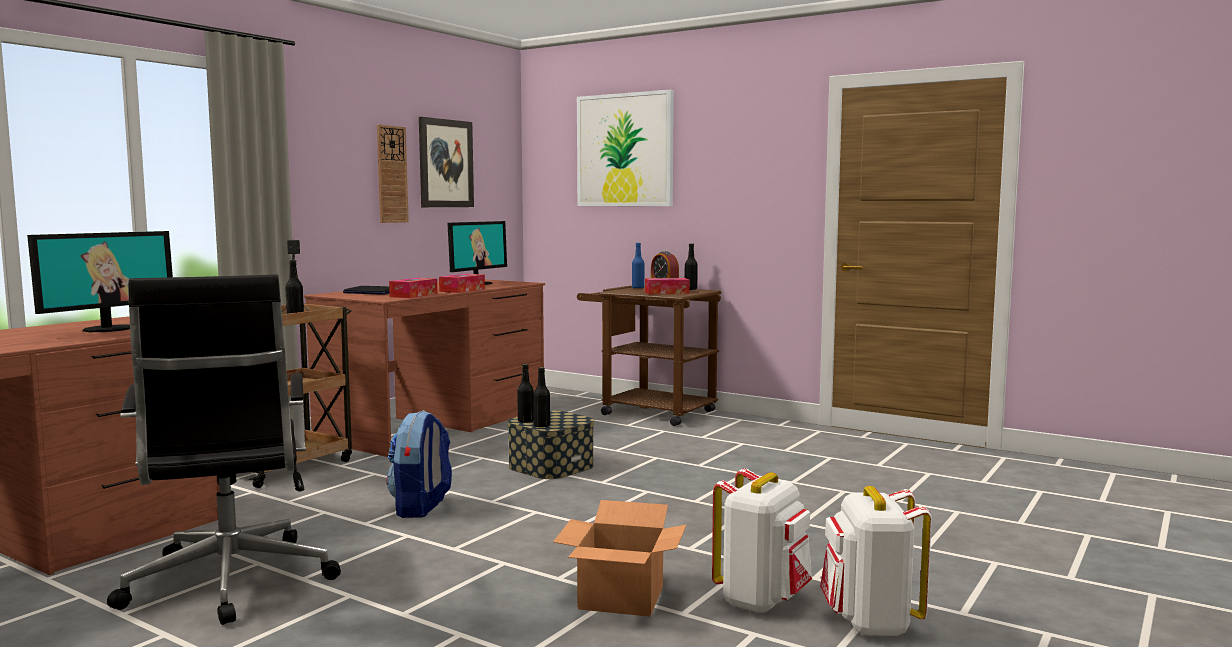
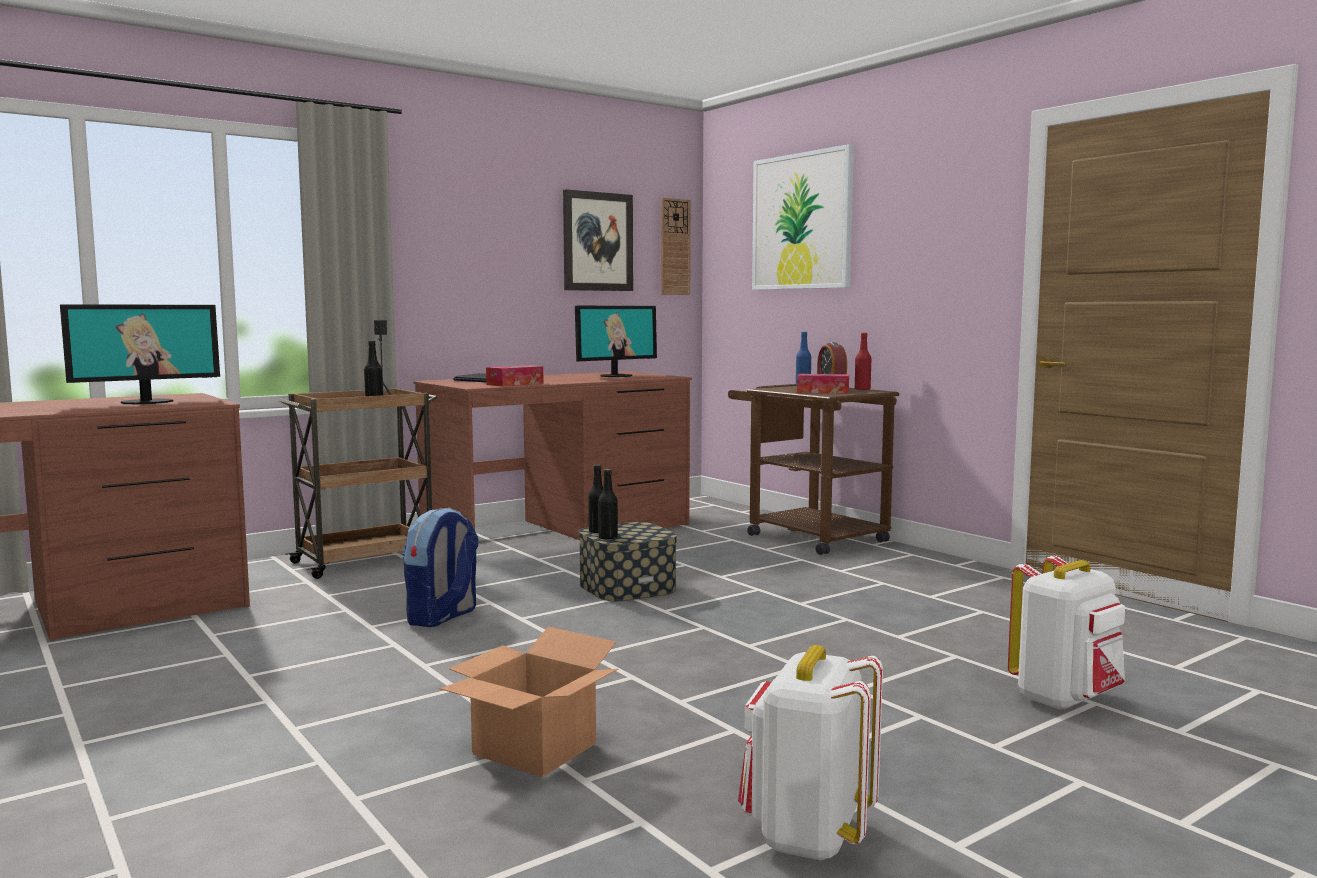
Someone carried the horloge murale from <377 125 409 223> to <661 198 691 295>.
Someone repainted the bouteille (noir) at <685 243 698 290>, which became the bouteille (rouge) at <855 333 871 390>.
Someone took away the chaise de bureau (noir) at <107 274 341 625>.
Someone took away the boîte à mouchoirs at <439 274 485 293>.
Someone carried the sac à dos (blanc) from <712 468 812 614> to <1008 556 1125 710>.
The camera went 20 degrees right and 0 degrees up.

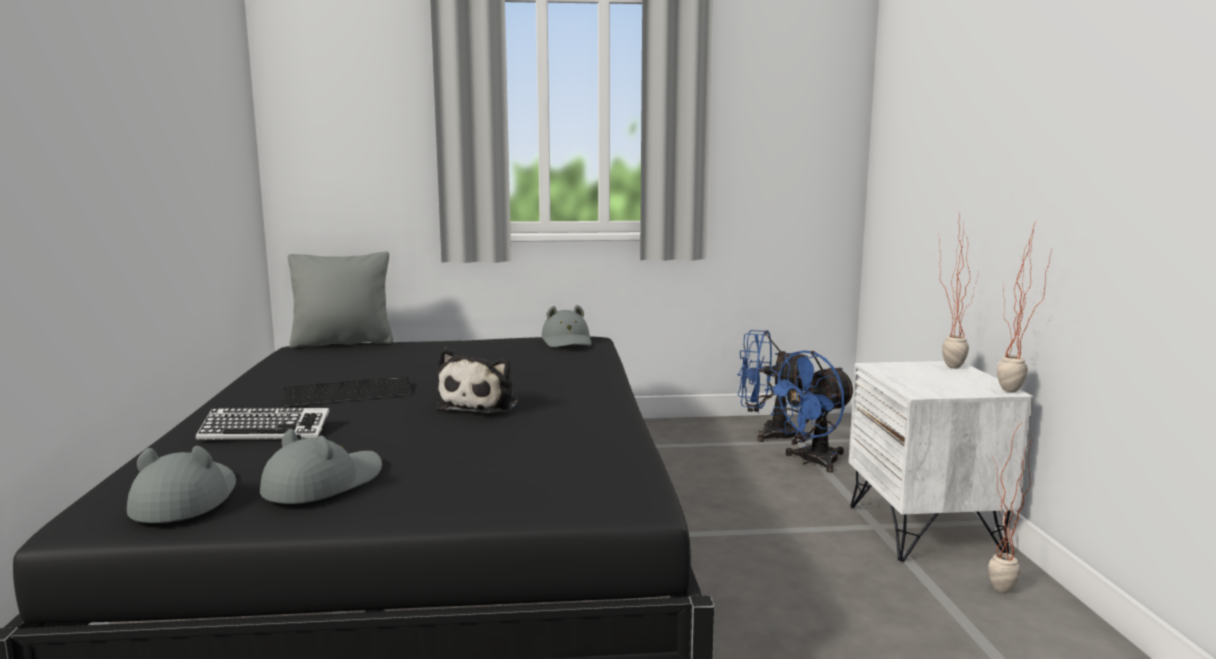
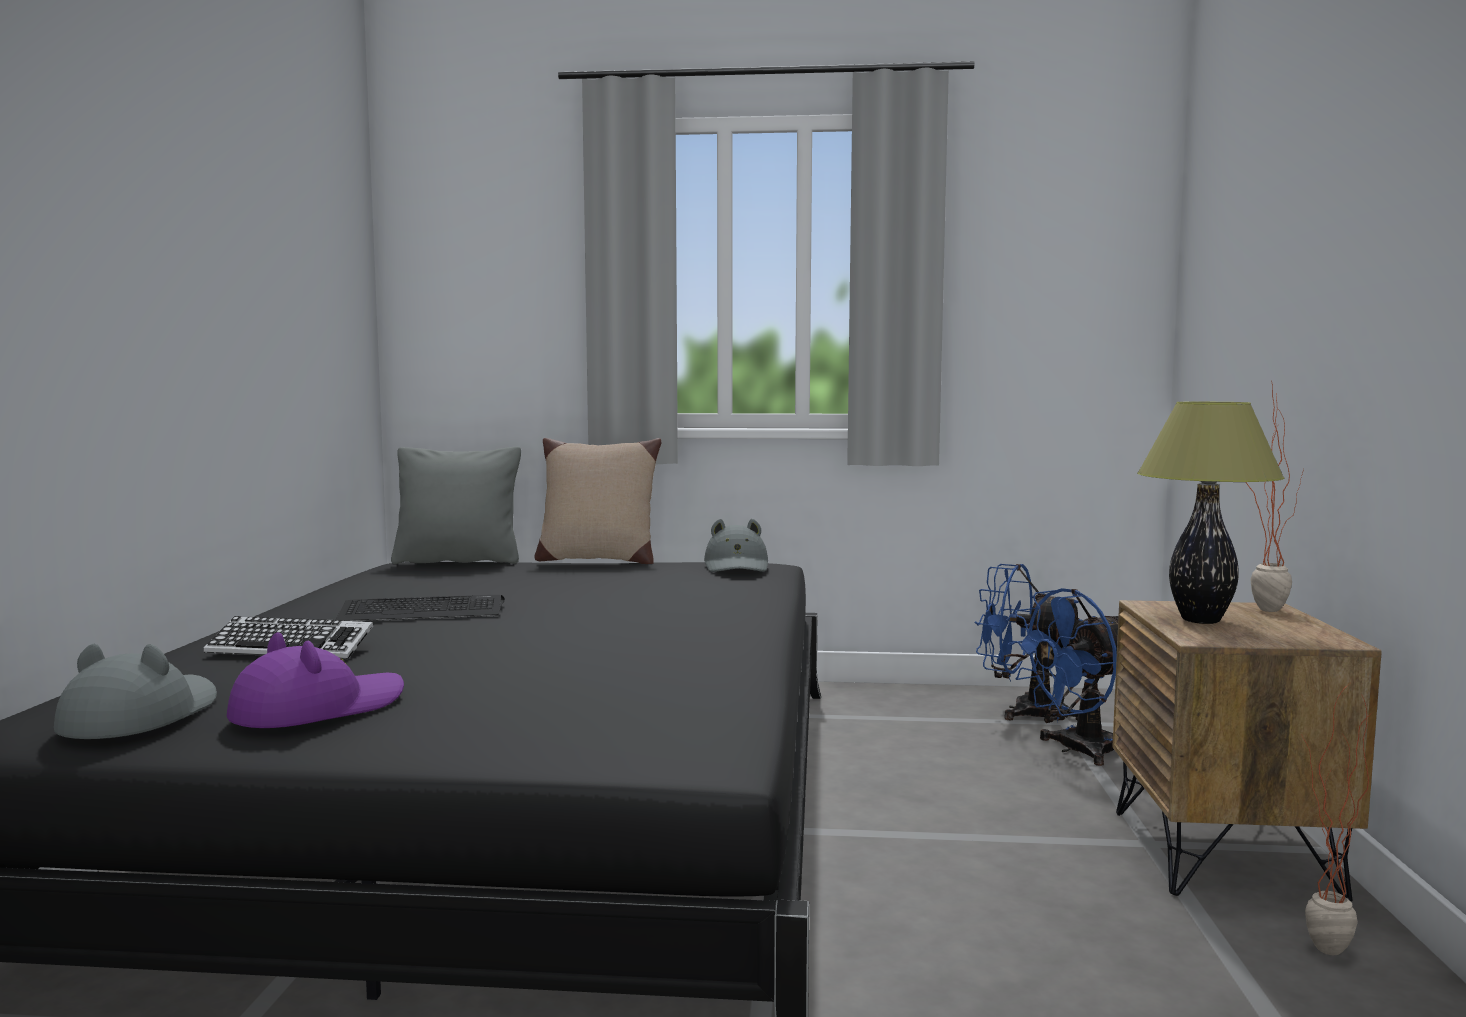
Someone took away the plante en pot at <997 223 1052 392>.
Someone took away the peluche at <436 347 518 414>.
Someone repainted the table de chevet (blanc) at <849 361 1033 562>, which became the table de chevet (marron) at <1112 600 1382 901>.
Someone repainted the chapeau (gris) at <260 429 382 504>, which became the chapeau (violet) at <227 632 404 728>.
Someone put down the lampe de table at <1137 402 1284 624>.
Someone put down the coussin (beige) at <534 438 661 564>.
The camera went 10 degrees right and 5 degrees down.

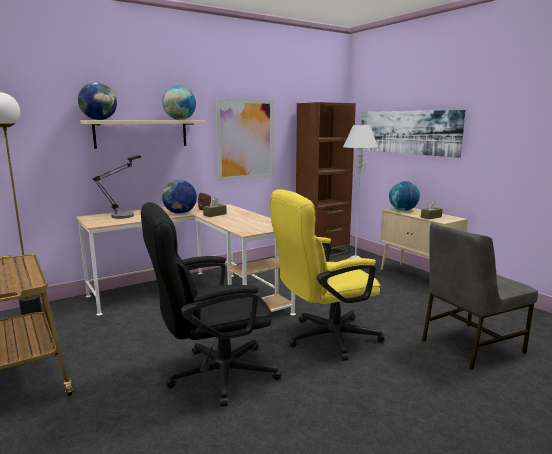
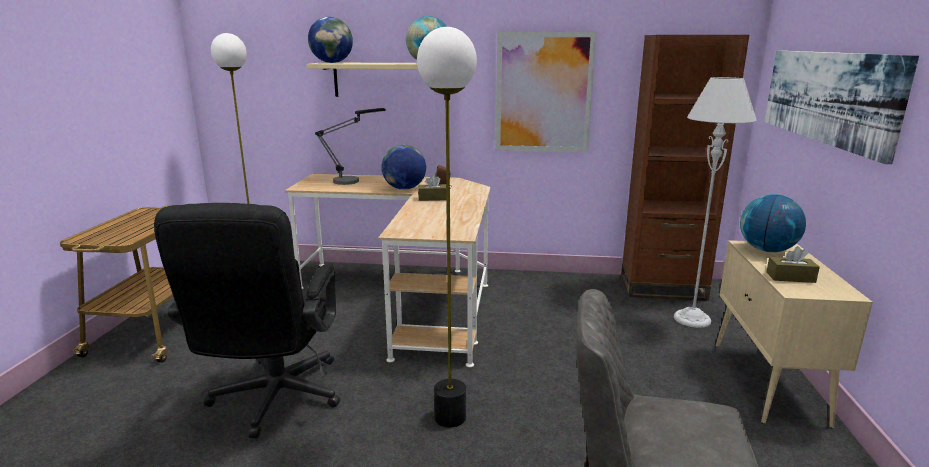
Someone swapped the chaise de bureau (jaune) at <270 189 385 361> for the lampadaire at <417 27 477 427>.
Someone rotated the chaise de bureau (noir) at <141 202 282 407> by 105 degrees counterclockwise.
The camera went 40 degrees right and 5 degrees up.

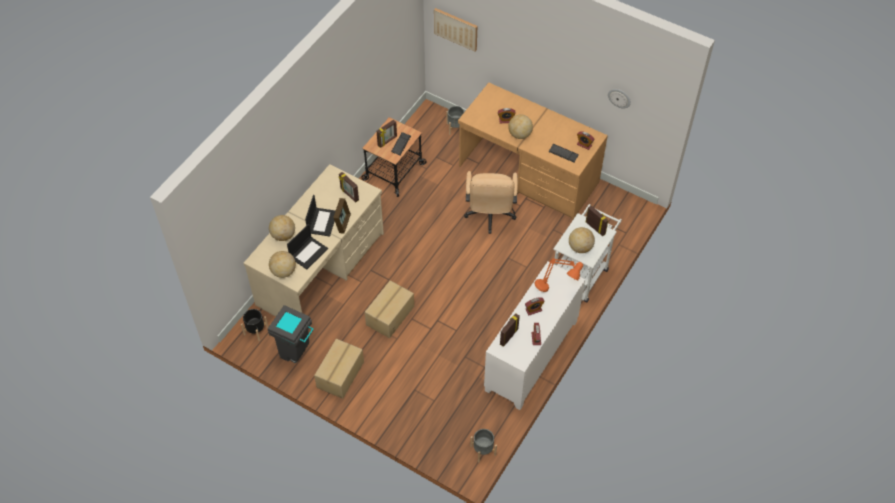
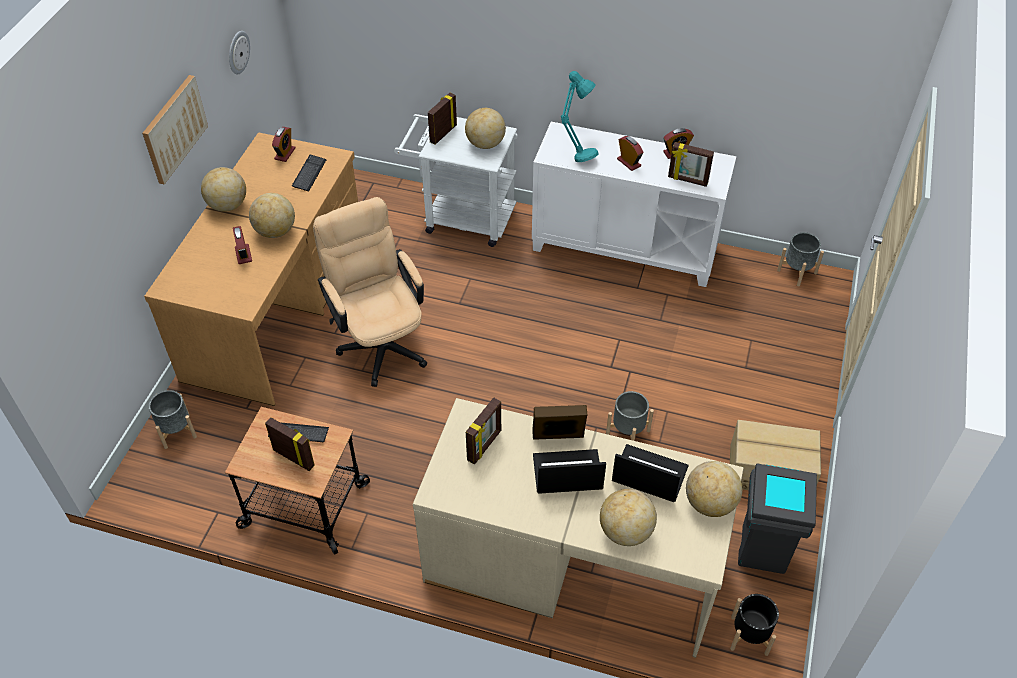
Someone carried the tableau from <434 8 477 51> to <142 75 208 185>.
Someone rotated the chaise de bureau (beige) at <464 171 518 234> by 105 degrees counterclockwise.
Someone repainted the lampe de table (orange) at <534 258 583 292>, which became the lampe de table (turquoise) at <561 71 599 162>.
Someone swapped the carton at <365 280 414 338> for the cache-pot (gris) at <606 391 654 441>.
Someone put down the globe at <201 167 246 212>.
The camera went 105 degrees left and 5 degrees down.

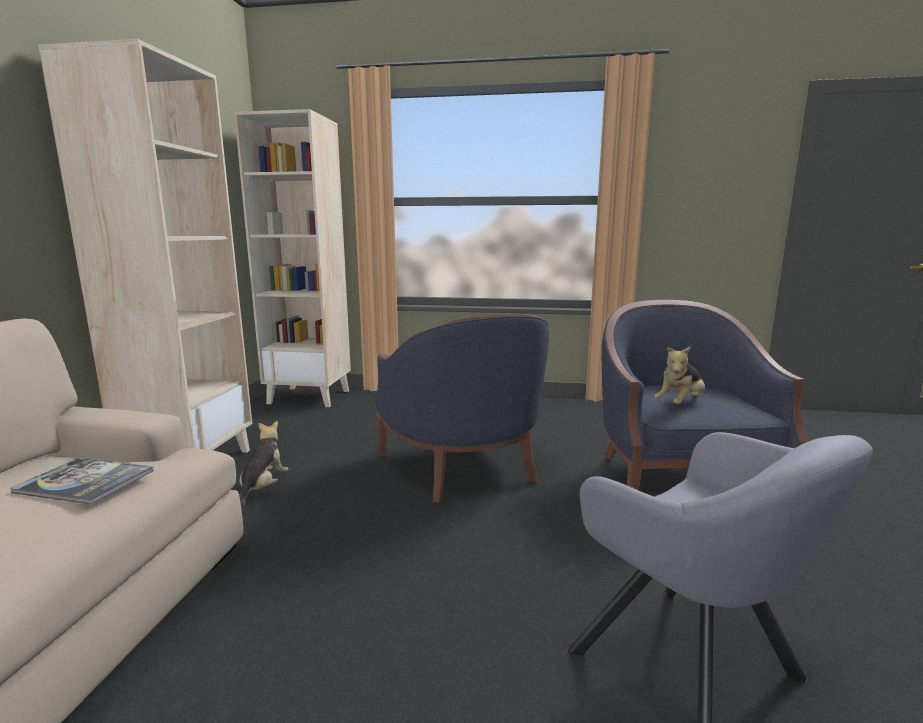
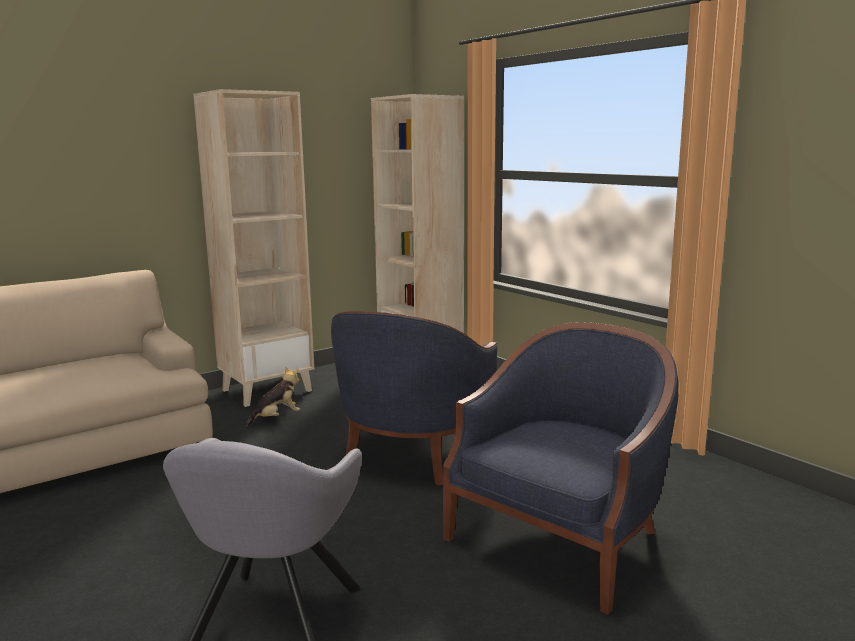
Someone took away the peluche at <654 346 705 405>.
Someone took away the livre at <10 458 154 504>.
The camera went 45 degrees right and 0 degrees up.

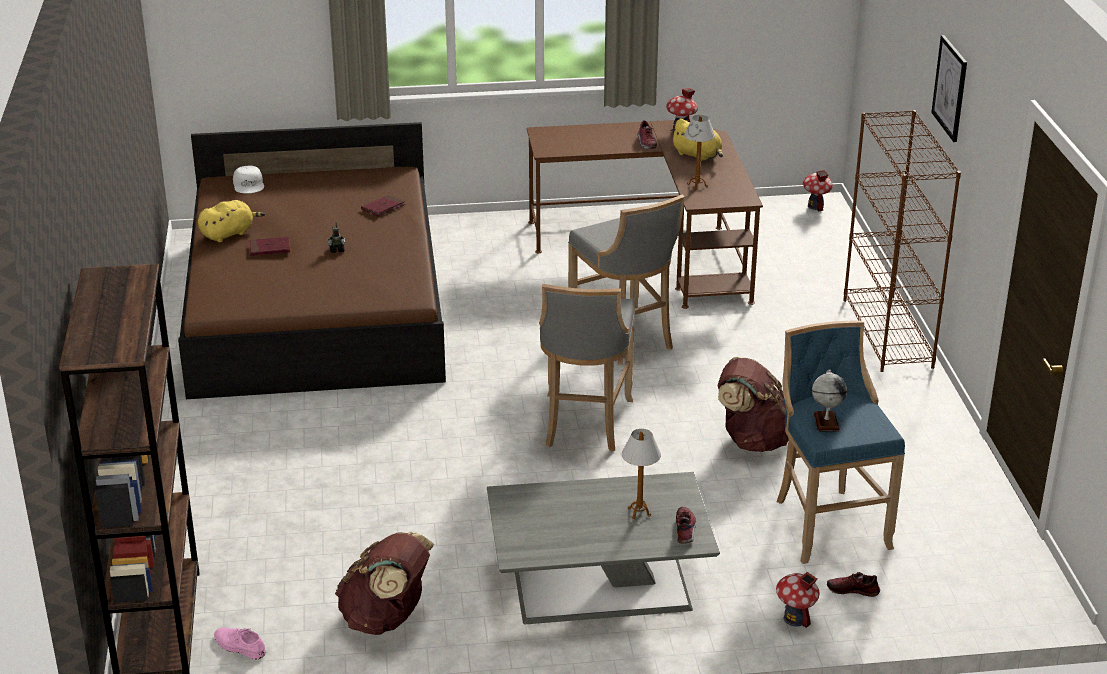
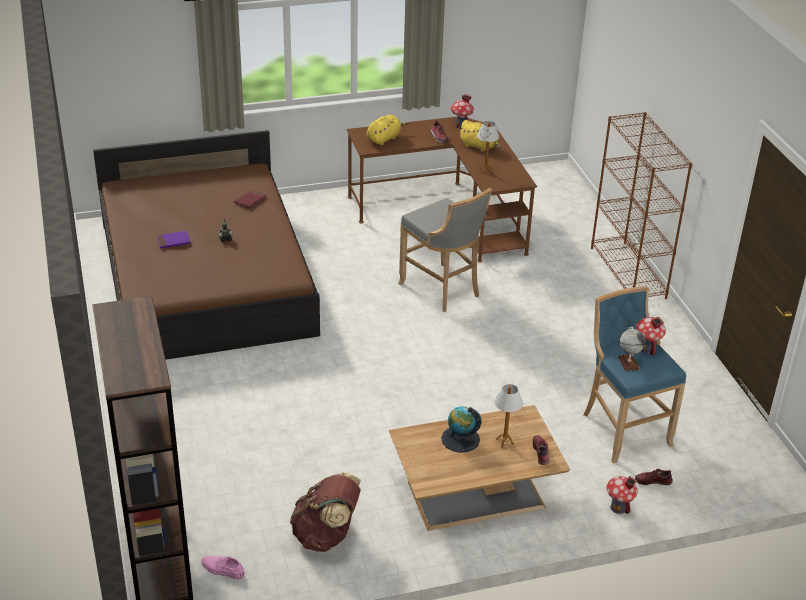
Someone took away the tableau at <931 35 967 142>.
Someone took away the casquette (blanc) at <233 166 264 193>.
Someone carried the maison miniature from <803 170 833 211> to <636 317 666 355>.
Someone carried the peluche (jaune) from <198 200 265 242> to <367 115 408 145>.
Someone repainted the livre (rouge) at <250 236 290 256>, which became the livre (violet) at <158 231 190 249>.
Someone took away the tabouret (gris) at <539 284 635 452>.
Someone took away the sac à dos (marron) at <717 357 789 452>.
Someone repainted the table basse (gris) at <487 472 720 624>, which became the table basse (marron) at <389 405 570 531>.
Someone put down the globe at <441 406 481 453>.
The camera went 10 degrees left and 5 degrees up.

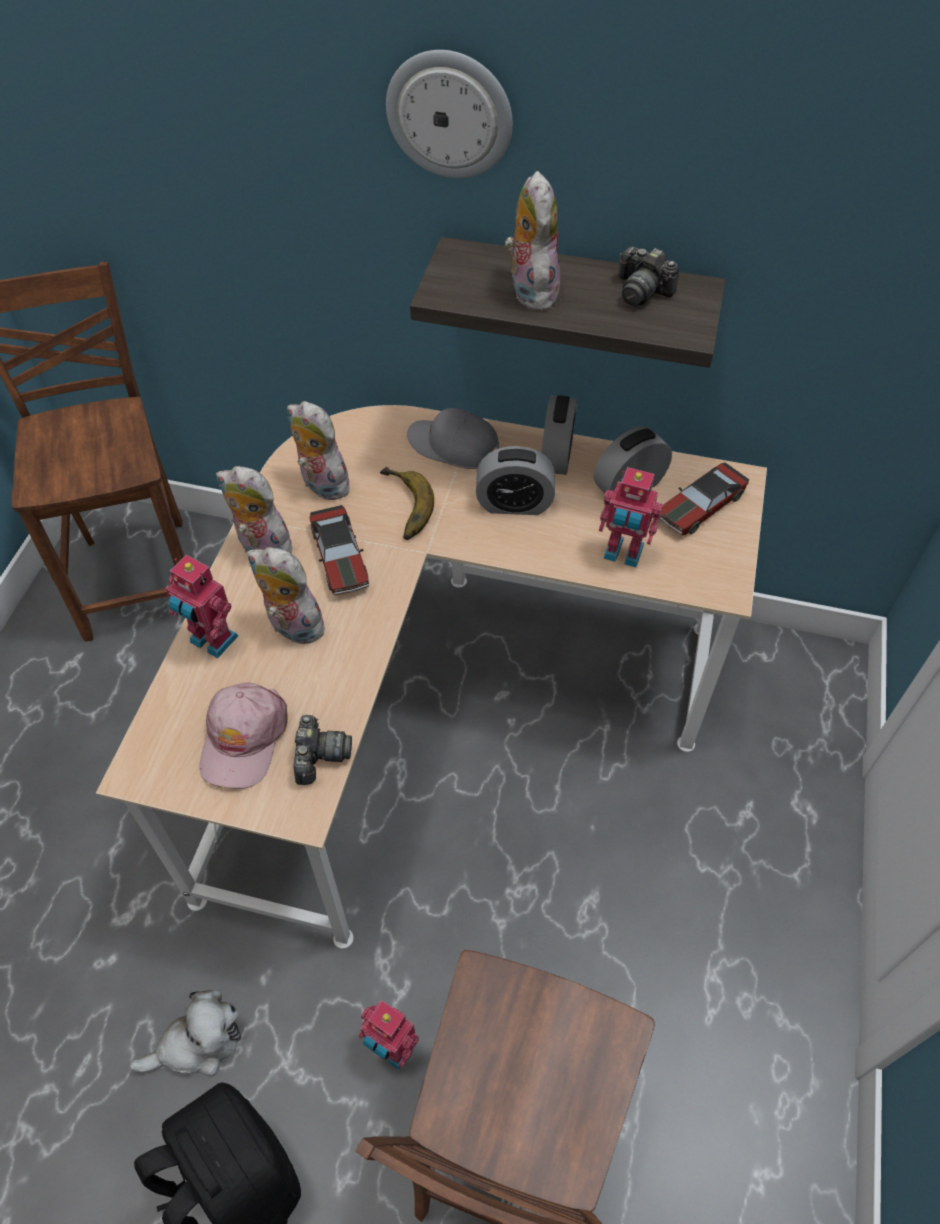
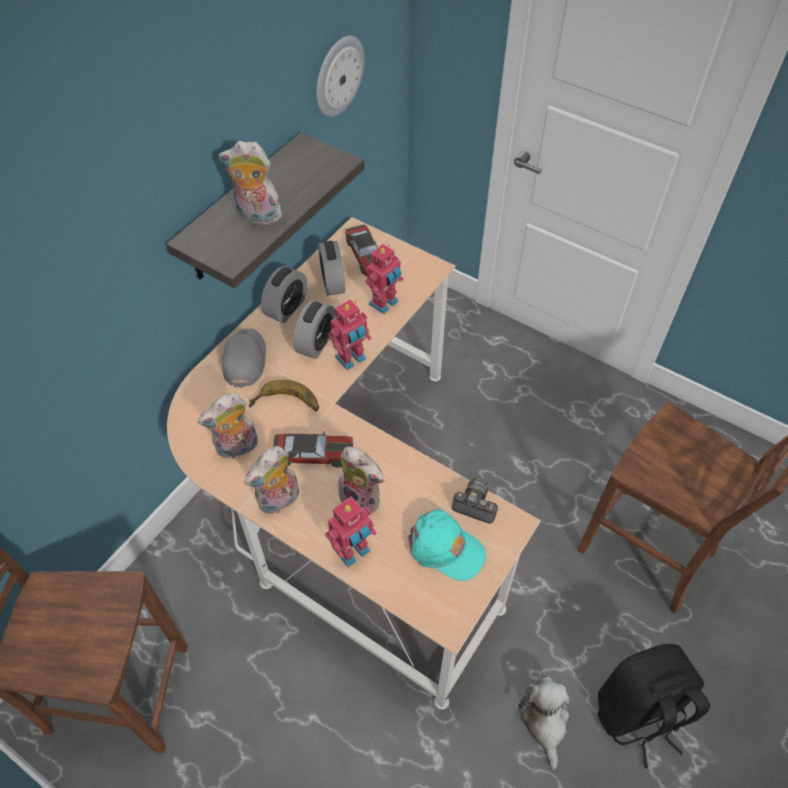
Someone carried the horloge murale from <386 50 513 178> to <316 36 365 117>.
Someone took away the appareil photo at <618 246 679 306>.
Someone rotated the réveil at <541 395 577 475> by 90 degrees clockwise.
Someone rotated the casquette (gris) at <407 408 499 469> by 135 degrees clockwise.
Someone rotated the peluche at <247 547 329 644> by 105 degrees counterclockwise.
Someone repainted the casquette (rose) at <199 683 288 789>, which became the casquette (turquoise) at <408 509 486 581>.
Someone carried the robot jouet from <358 1001 419 1070> to <328 300 371 370>.
The camera went 70 degrees left and 0 degrees up.

